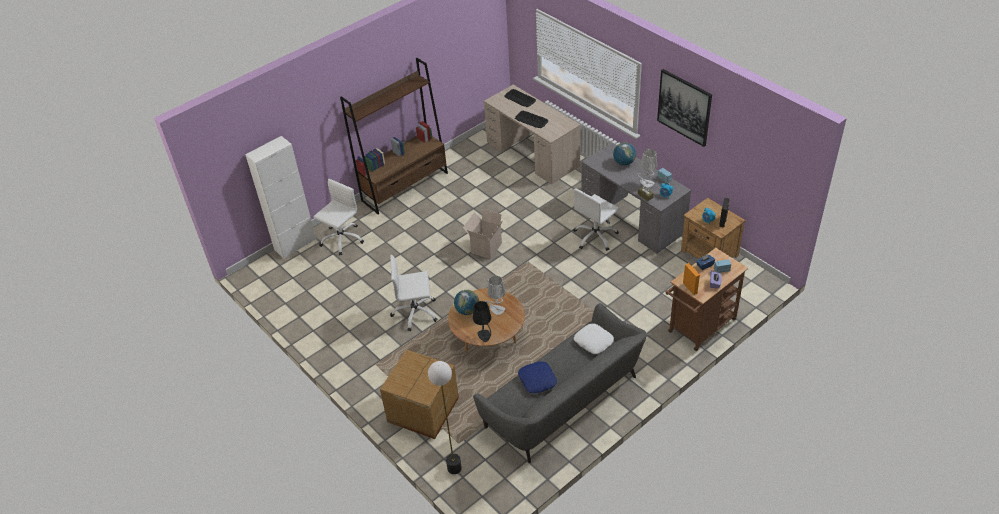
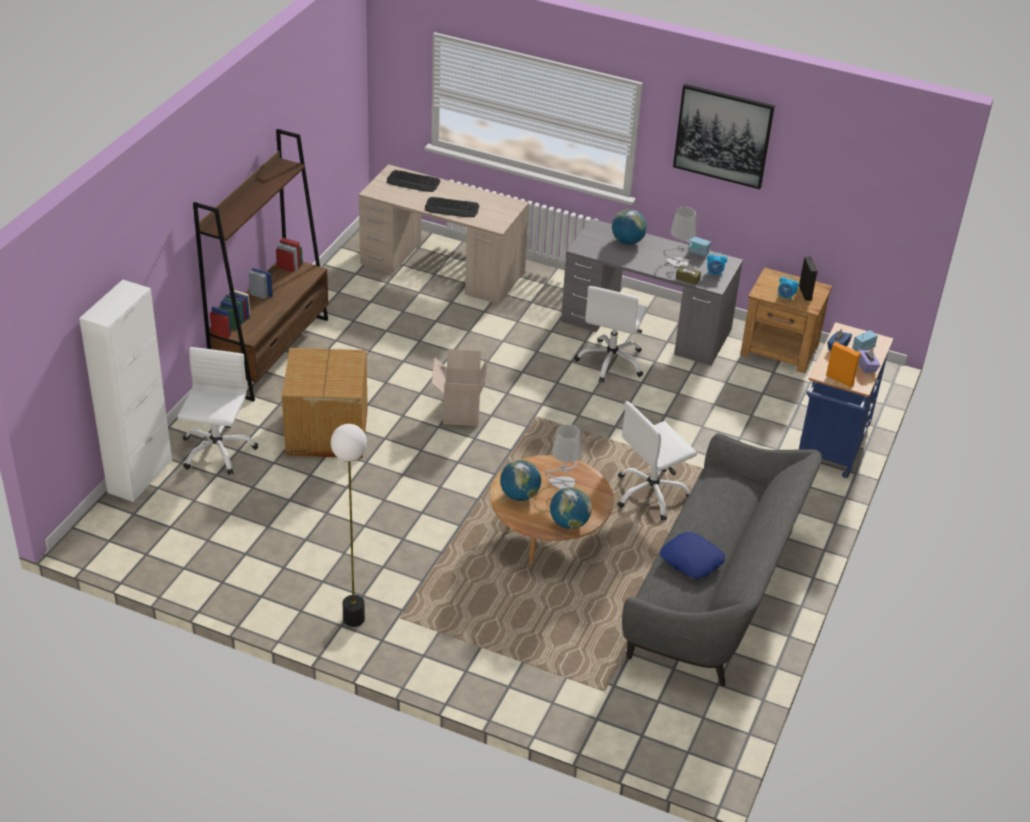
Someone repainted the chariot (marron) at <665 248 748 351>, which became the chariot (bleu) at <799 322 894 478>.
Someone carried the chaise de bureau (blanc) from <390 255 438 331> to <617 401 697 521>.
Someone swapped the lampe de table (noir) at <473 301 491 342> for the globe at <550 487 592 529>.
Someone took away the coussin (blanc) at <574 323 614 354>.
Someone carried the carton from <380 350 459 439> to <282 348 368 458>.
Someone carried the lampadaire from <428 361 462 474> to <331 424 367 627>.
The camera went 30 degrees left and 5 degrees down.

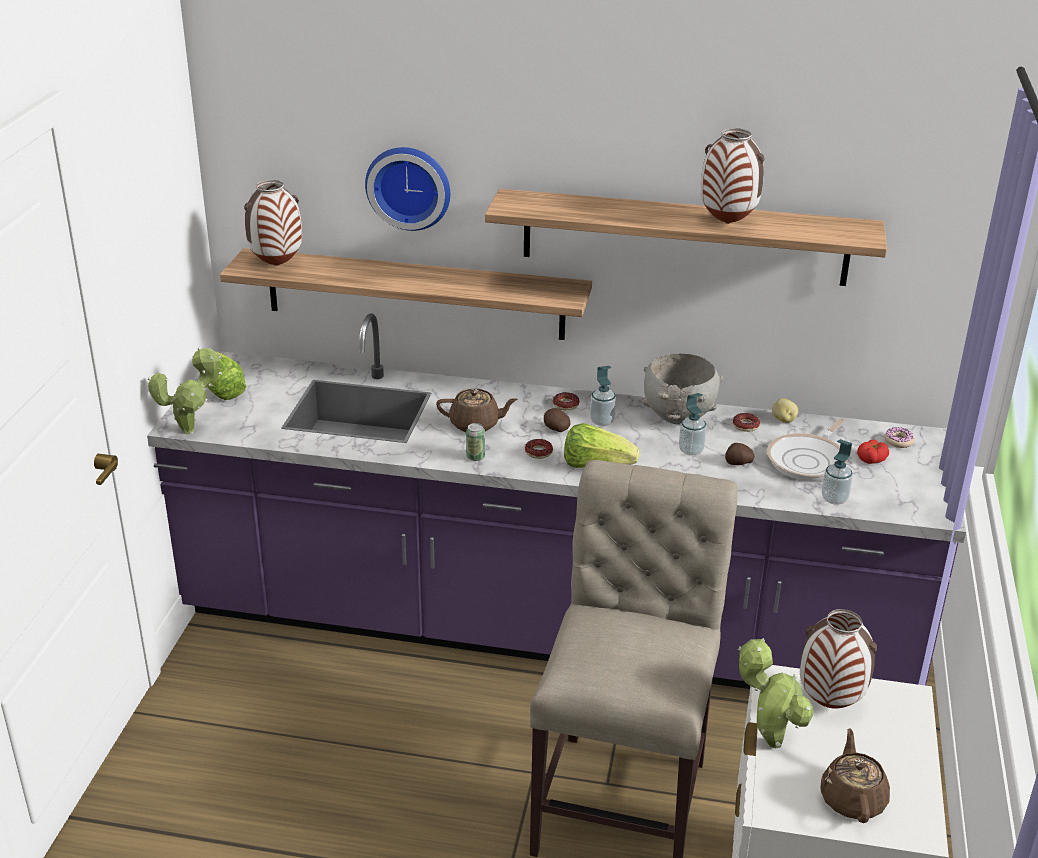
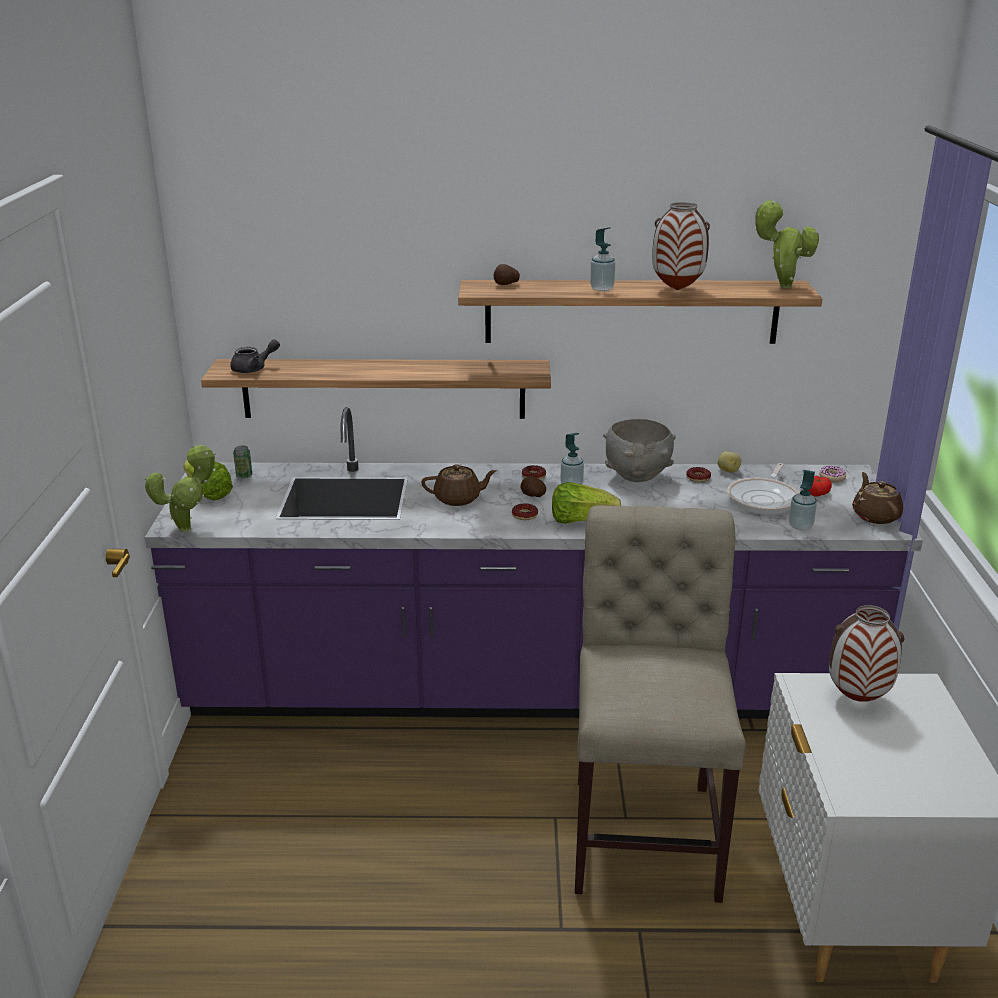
Someone took away the horloge murale at <365 147 450 231>.
Someone swapped the vase at <244 180 302 266> for the théière (gris) at <230 339 280 373>.
Someone carried the distributeur de savon from <679 393 706 456> to <590 227 616 291>.
Someone carried the boîte métallique from <466 423 485 461> to <233 446 252 479>.
Someone carried the pomme de terre from <725 443 754 465> to <493 264 520 285>.
Someone carried the plante en pot from <738 638 814 749> to <754 200 819 288>.
Someone carried the théière (marron) from <820 728 890 823> to <852 472 903 524>.
The camera went 10 degrees left and 5 degrees down.

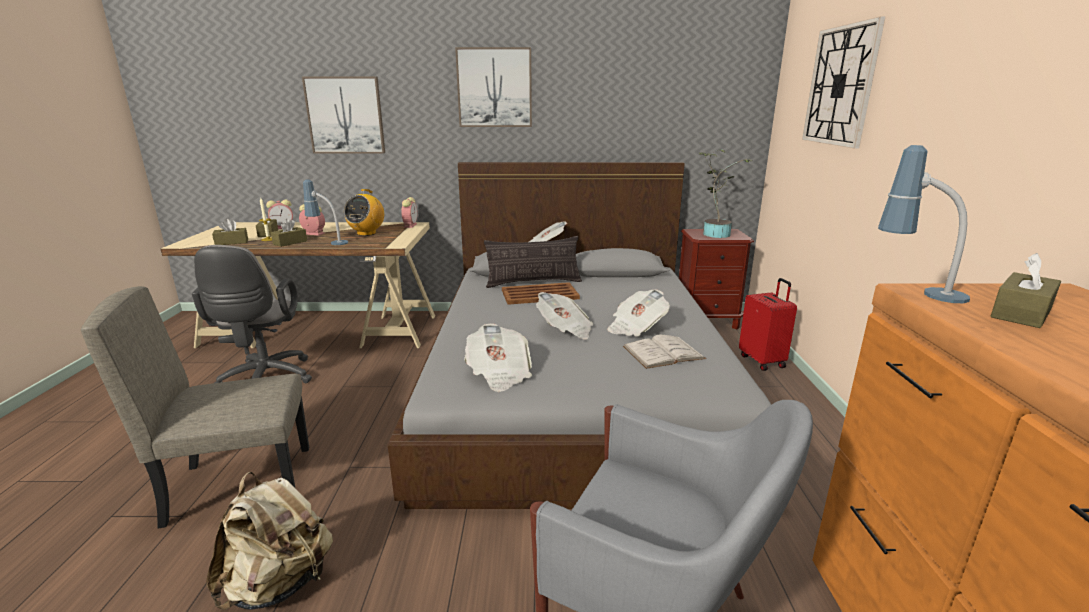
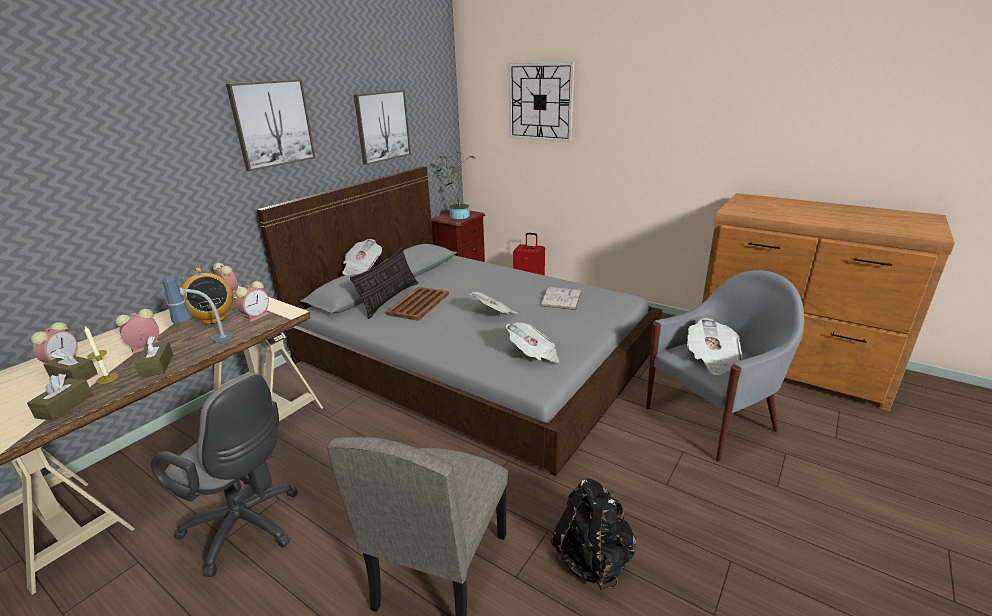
Someone carried the tableau from <302 77 385 154> to <354 90 411 165>.
Someone took away the lampe de table at <878 145 970 303>.
Someone took away the boîte à mouchoirs (marron) at <990 253 1061 328>.
Someone carried the journal from <607 290 670 337> to <687 318 742 375>.
Someone repainted the sac à dos (beige) at <206 472 333 610>, which became the sac à dos (noir) at <551 478 637 590>.
Someone put down the réveil at <235 281 269 322>.
The camera went 55 degrees left and 5 degrees up.

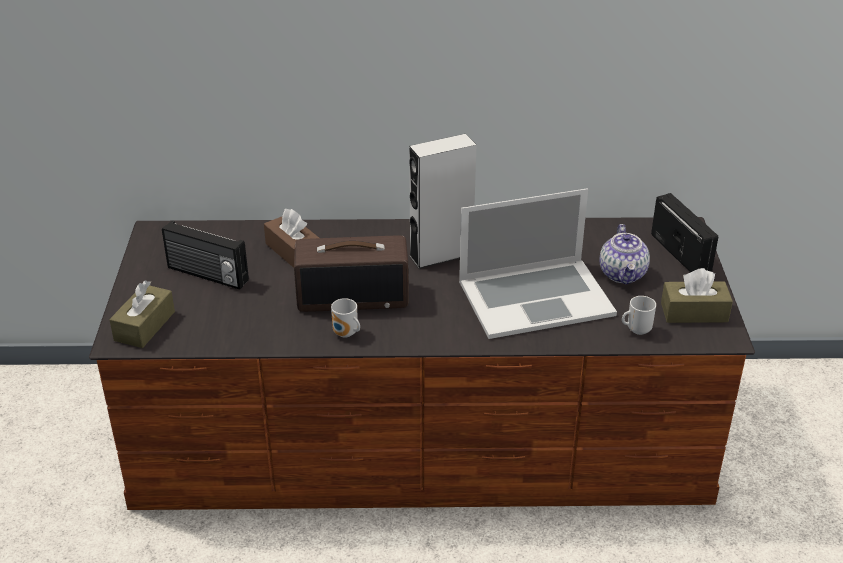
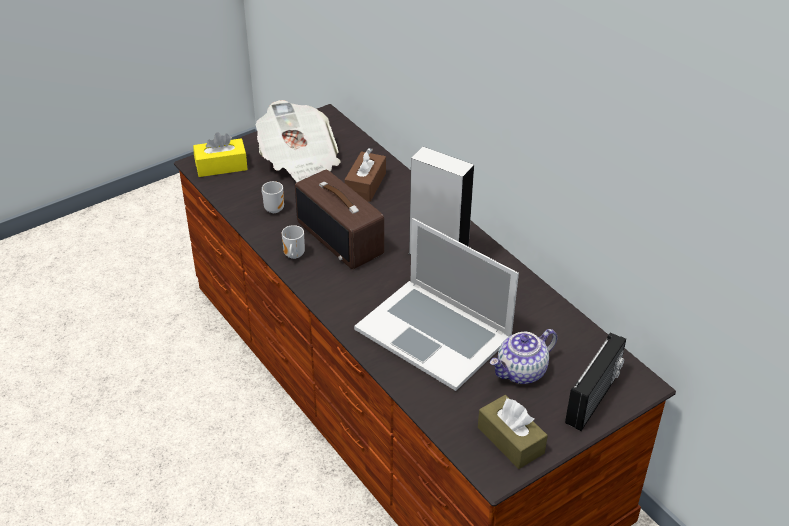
Someone swapped the radio at <162 220 249 290> for the journal at <256 100 341 183>.
Someone repainted the boîte à mouchoirs (marron) at <109 280 175 348>, which became the boîte à mouchoirs (jaune) at <193 132 248 177>.
Someone carried the mug from <622 296 656 335> to <261 181 284 213>.
The camera went 55 degrees right and 5 degrees up.

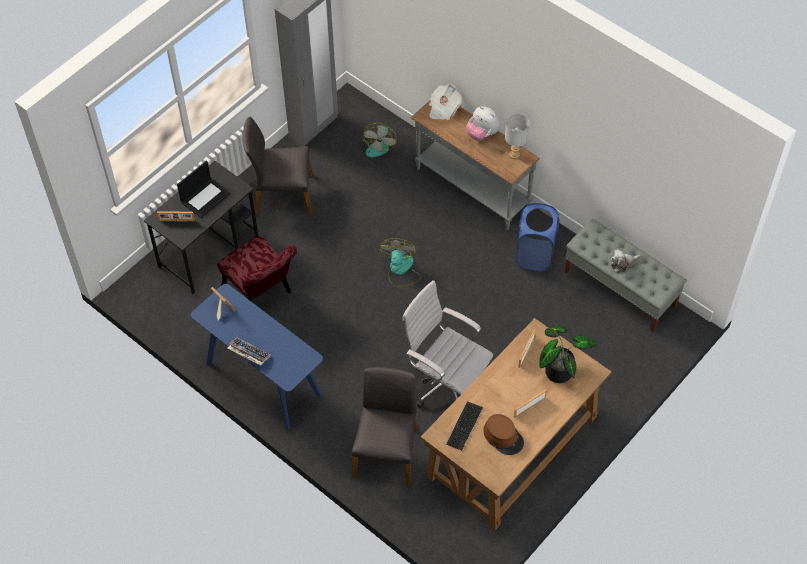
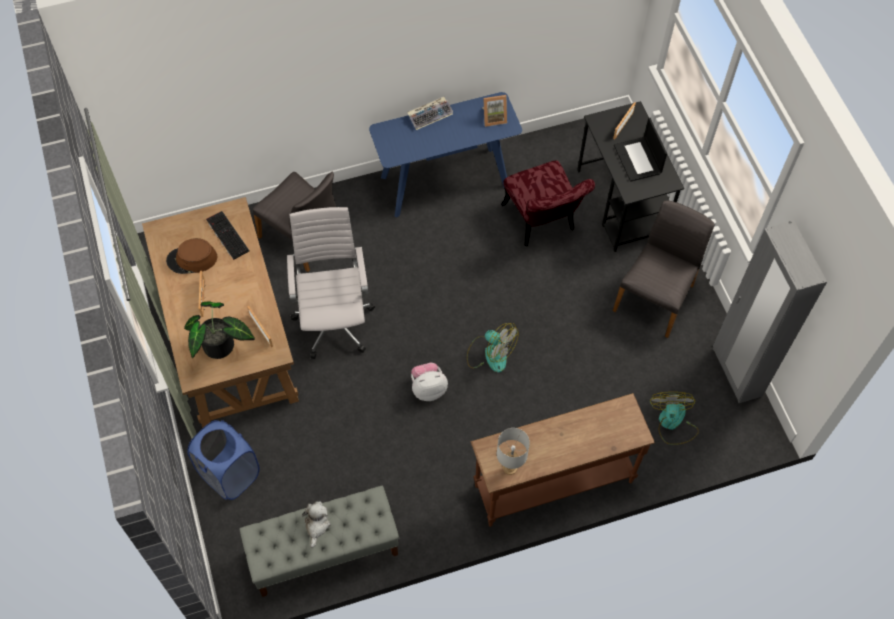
Someone took away the journal at <429 84 462 120>.
Someone repainted the table console (gris) at <411 100 540 230>, which became the table console (marron) at <471 393 655 527>.
Someone carried the peluche from <466 106 500 140> to <411 362 448 401>.
Someone rotated the ventilateur at <362 123 397 157> by 45 degrees clockwise.
Someone carried the panier à linge (bleu) from <516 203 559 271> to <187 420 260 500>.
Someone rotated the chaise (rouge) at <217 235 297 302> by 105 degrees counterclockwise.
Someone rotated the chaise de bureau (blanc) at <402 280 493 409> by 75 degrees counterclockwise.
The camera went 120 degrees right and 5 degrees up.

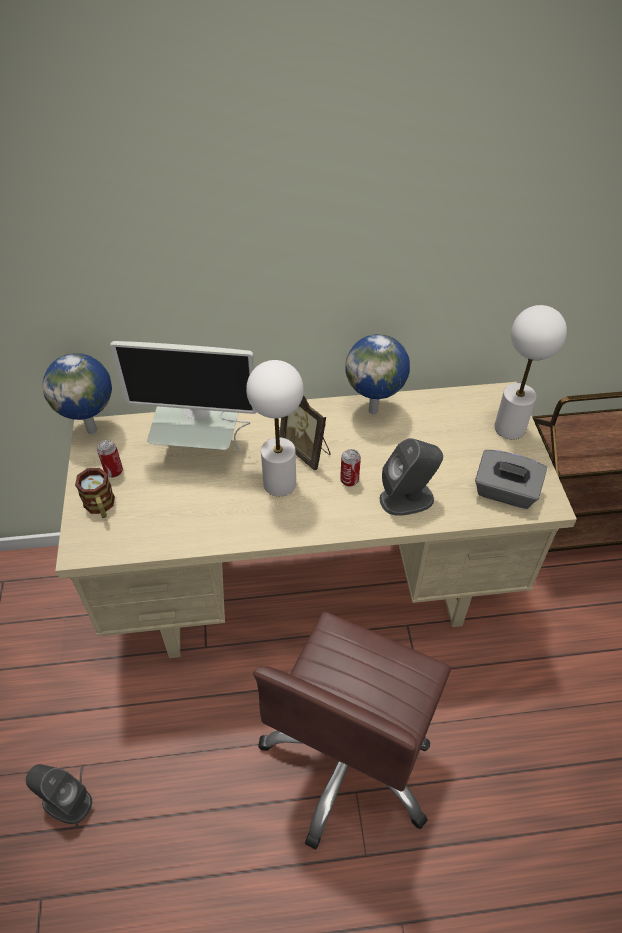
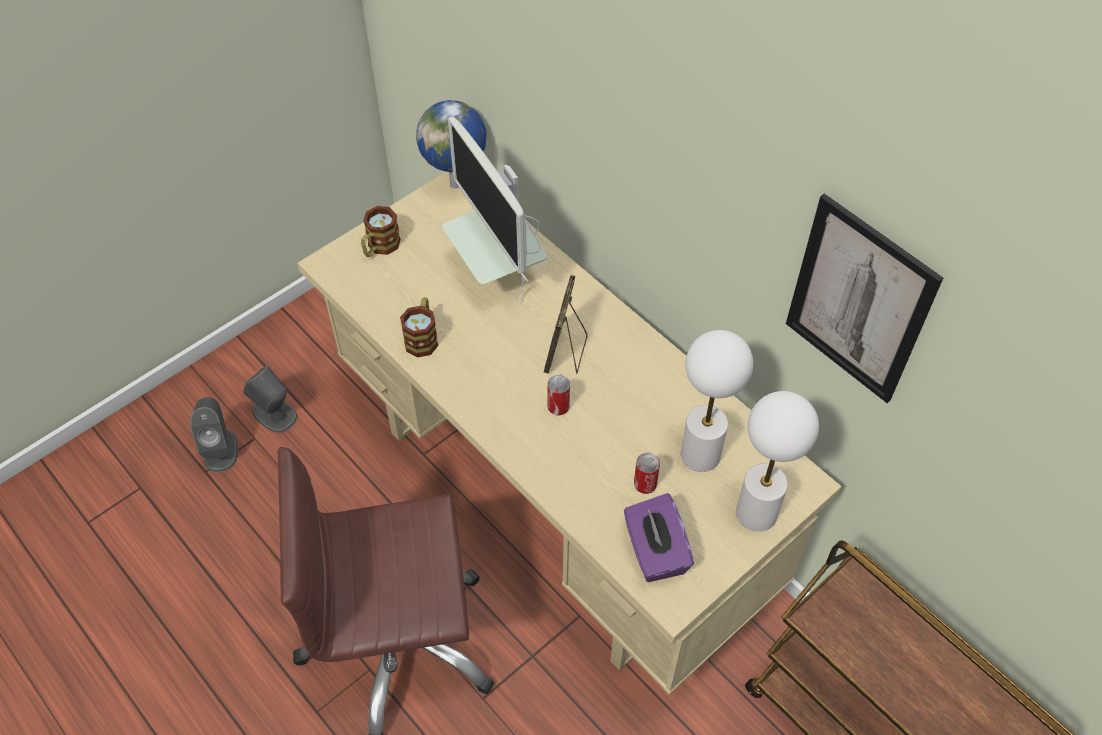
Someone took away the globe at <345 334 410 414>.
Someone carried the lampe de table (blanc) from <246 360 304 496> to <681 330 753 472>.
Someone carried the enceinte (gris) from <380 438 443 516> to <243 365 298 433>.
Someone carried the boîte métallique from <97 440 123 477> to <634 453 660 494>.
Someone repainted the boîte à mouchoirs (gris) at <475 450 547 509>, which became the boîte à mouchoirs (violet) at <624 493 694 582>.
Someone put up the tableau at <786 194 943 403>.
Someone put down the mug at <400 297 438 358>.
The camera went 55 degrees right and 5 degrees up.

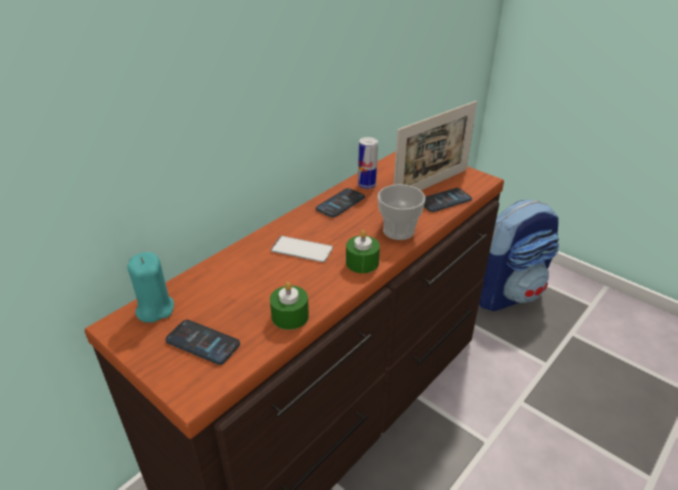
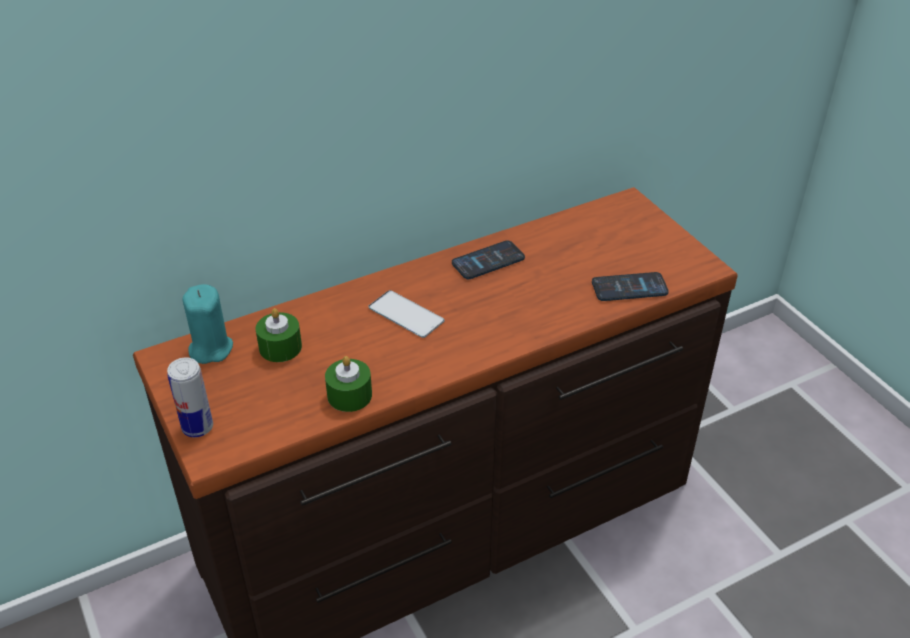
Someone took away the cadre photo at <394 101 477 190>.
Someone carried the boîte métallique from <358 137 378 189> to <167 357 213 437>.
Someone took away the tasse at <378 184 425 240>.
Someone took away the sac à dos at <479 200 559 311>.
Someone carried the bougie (vert) from <346 230 380 273> to <256 308 302 362>.
Someone took away the téléphone at <165 320 240 365>.
The camera went 20 degrees right and 5 degrees up.

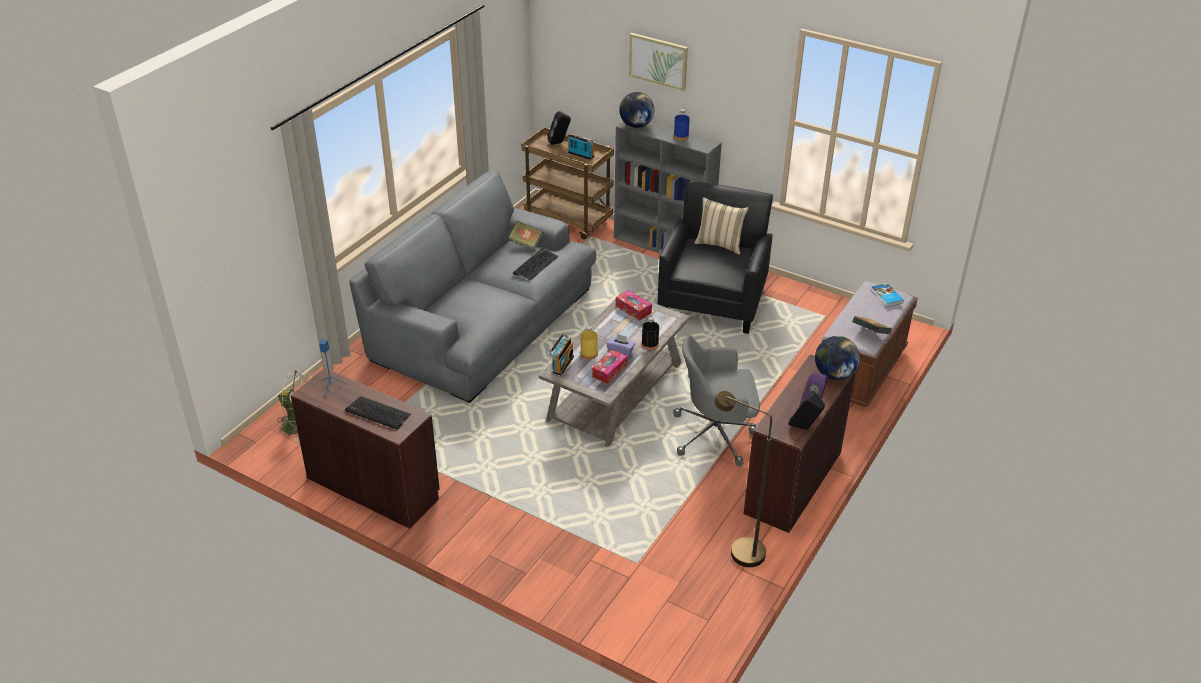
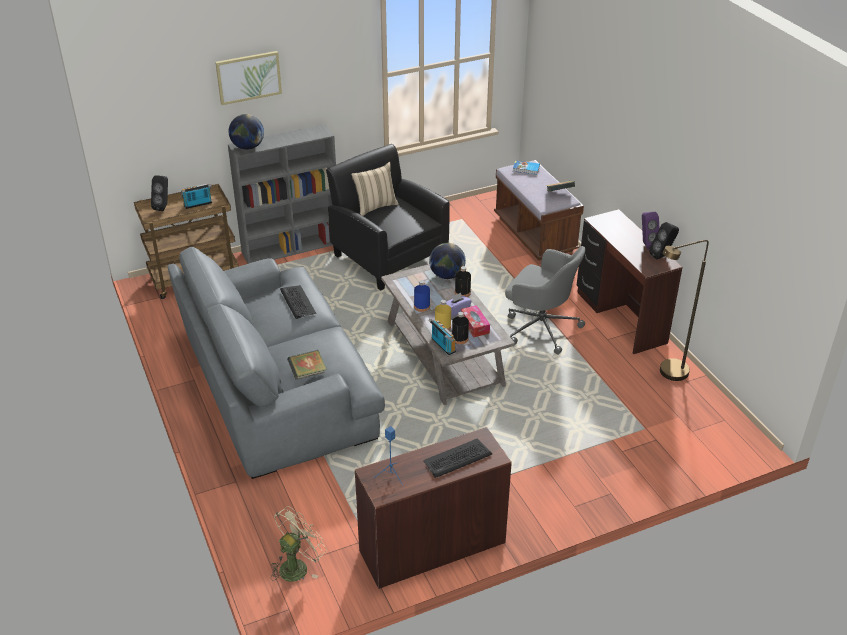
Someone carried the bouteille (bleu) from <674 109 690 140> to <414 280 430 312>.
Someone carried the livre from <508 221 543 250> to <287 350 327 379>.
Someone took away the boîte à mouchoirs at <616 290 652 321>.
Someone rotated the chaise de bureau (gris) at <674 335 760 466> by 90 degrees counterclockwise.
Someone carried the globe from <815 336 860 380> to <429 243 466 279>.
Someone put down the bouteille (noir) at <452 312 469 344>.
The camera went 55 degrees left and 0 degrees up.

